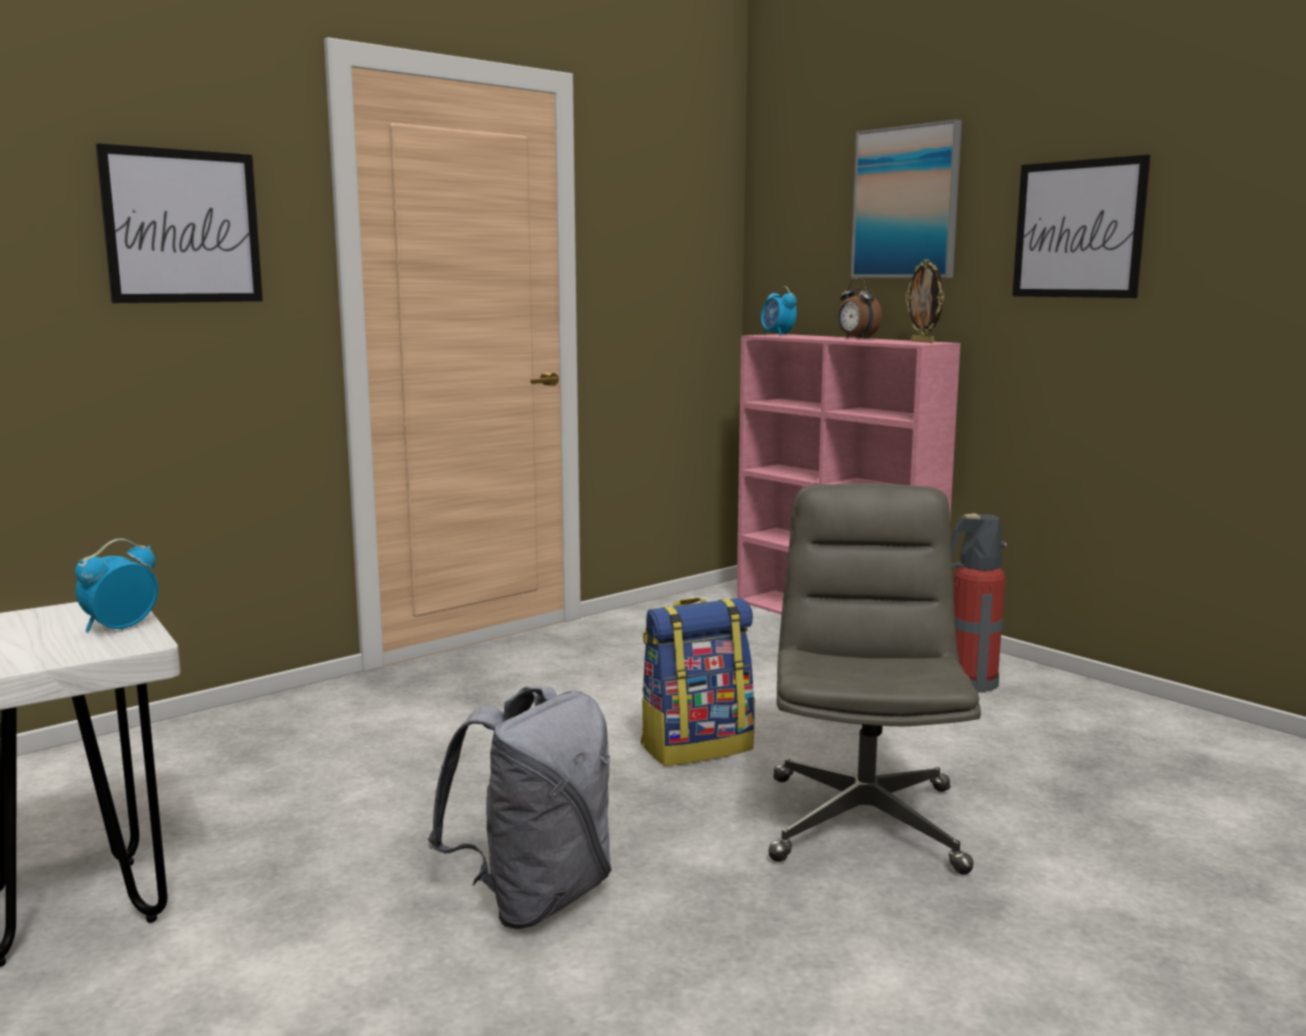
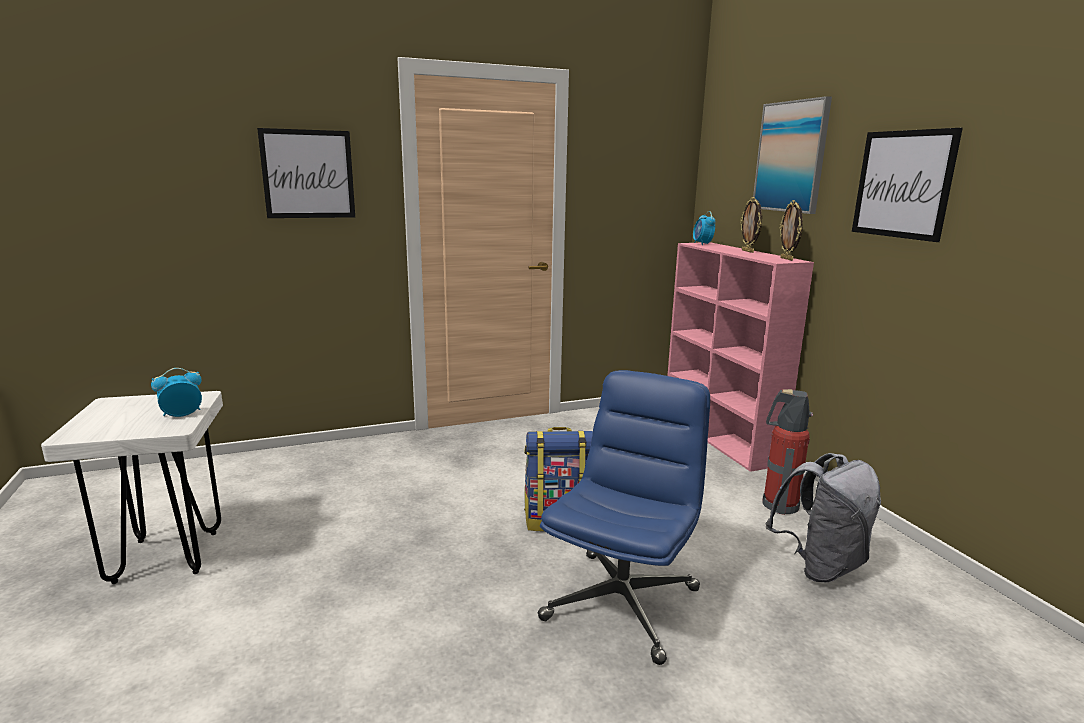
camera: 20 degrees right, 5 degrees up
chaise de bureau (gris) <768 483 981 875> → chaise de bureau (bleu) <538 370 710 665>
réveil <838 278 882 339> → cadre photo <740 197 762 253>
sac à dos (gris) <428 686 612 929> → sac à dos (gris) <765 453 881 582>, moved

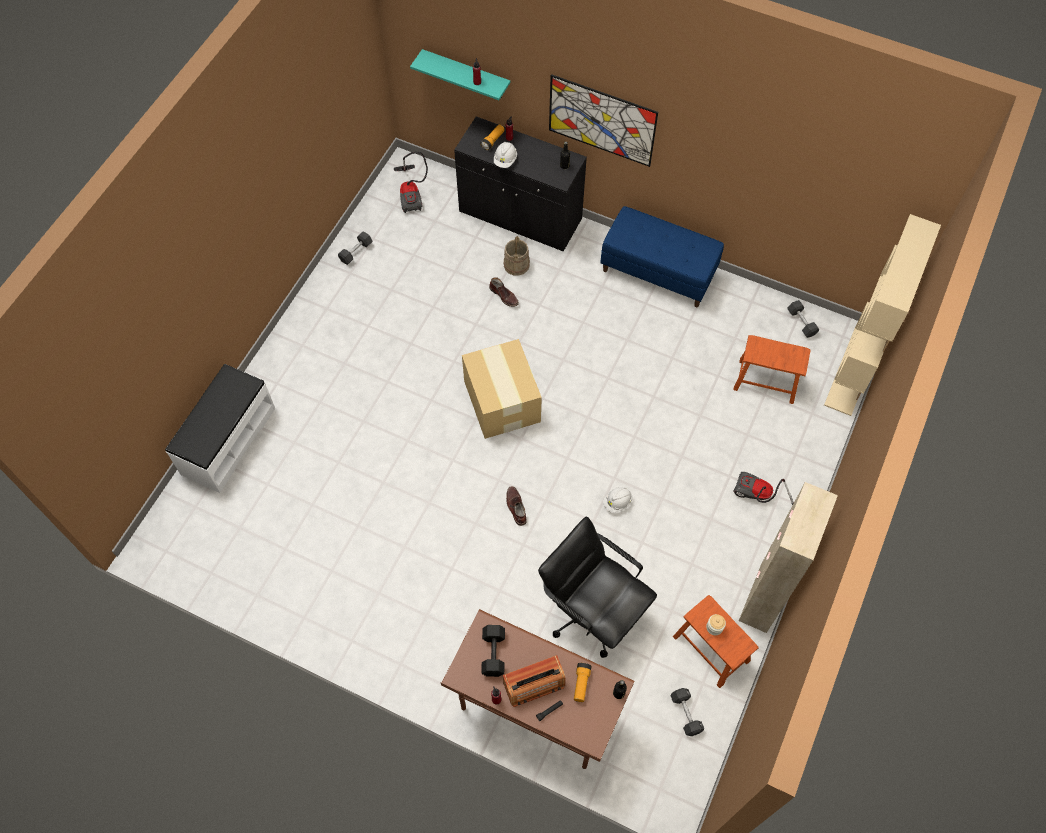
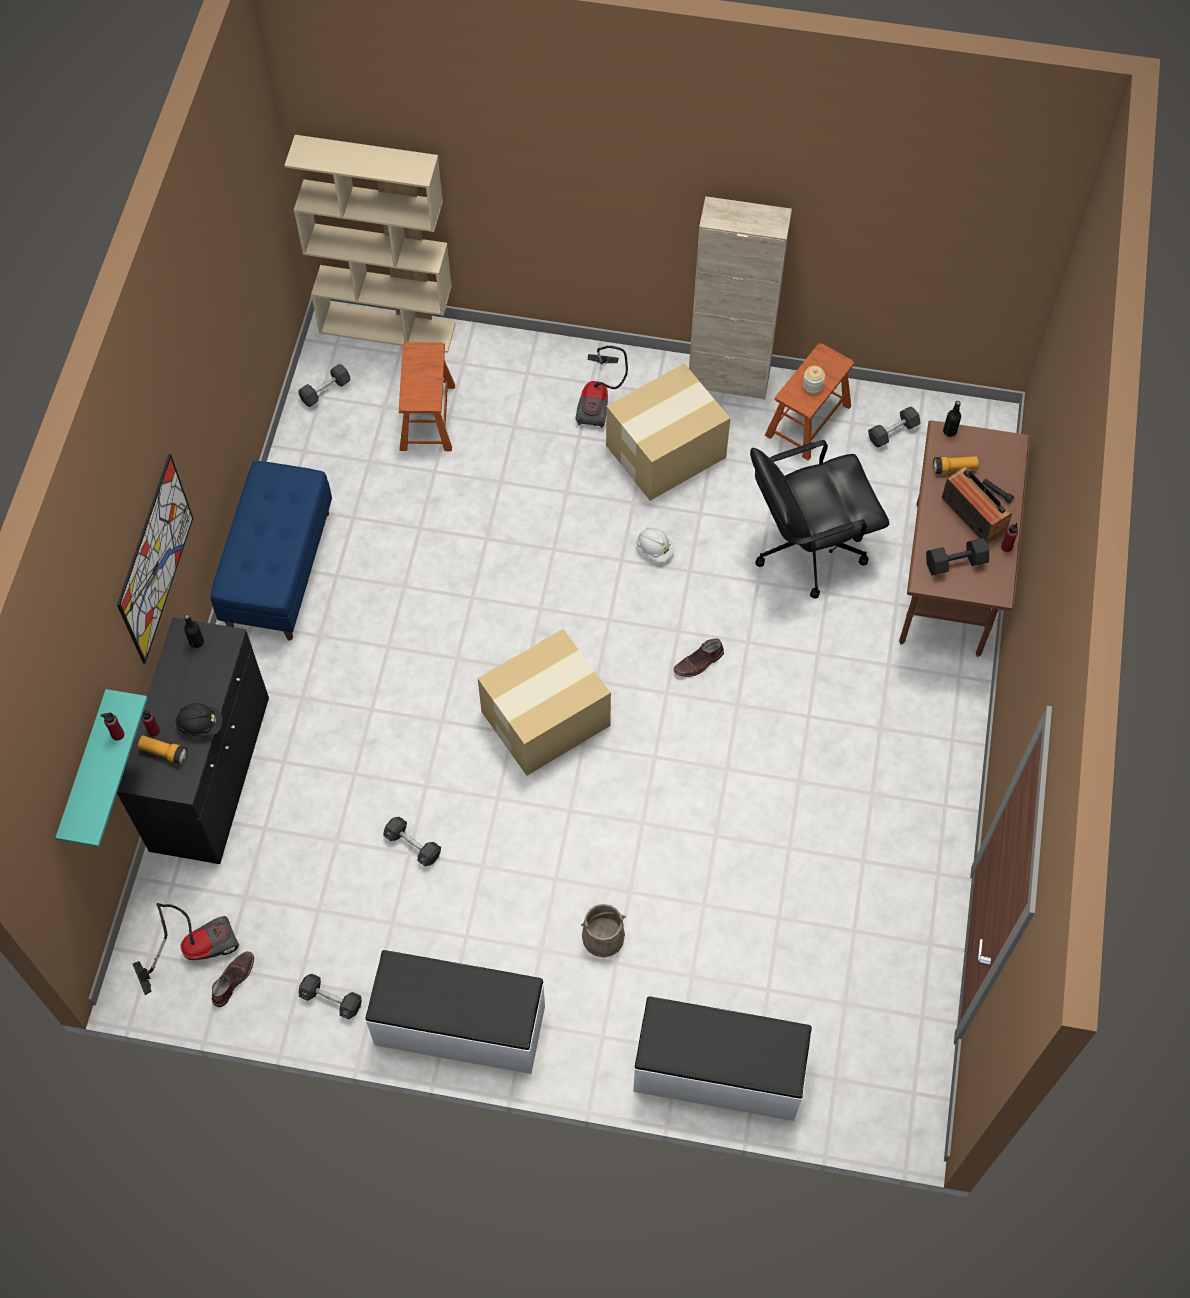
camera: 105 degrees left, 0 degrees up
casque de chantier (blanc) <494 142 517 168> → casque de chantier (noir) <175 703 223 738>
botte (marron) <489 277 519 307> → botte (marron) <212 951 254 1007>, moved
- → banc (blanc) <365 950 545 1074>
- → haltère (noir) <383 817 441 866>
seau (beige) <504 236 530 276> → seau (beige) <581 904 626 958>, moved
- → carton <606 363 730 501>
chaise de bureau (noir) <538 516 657 658> → chaise de bureau (noir) <750 440 889 598>, 45 degrees clockwise

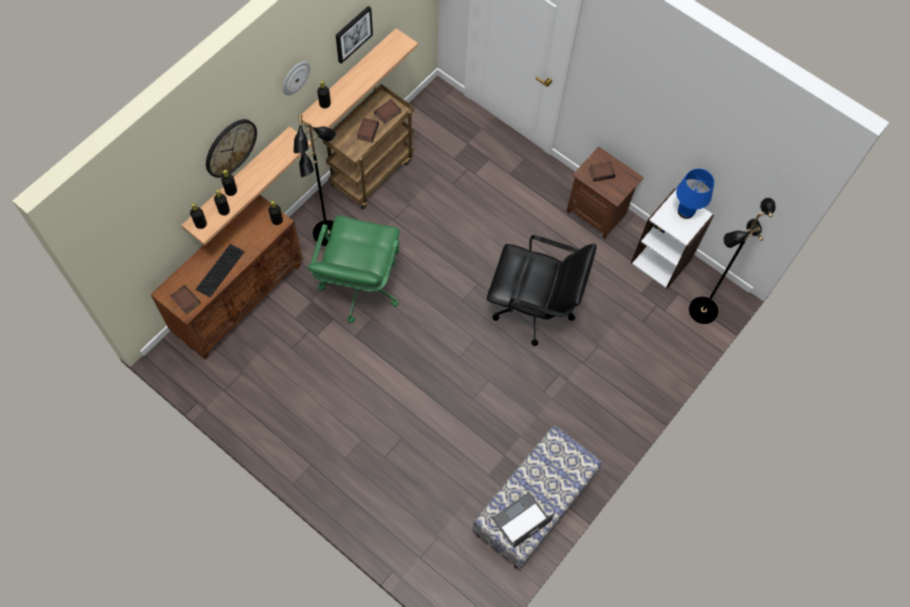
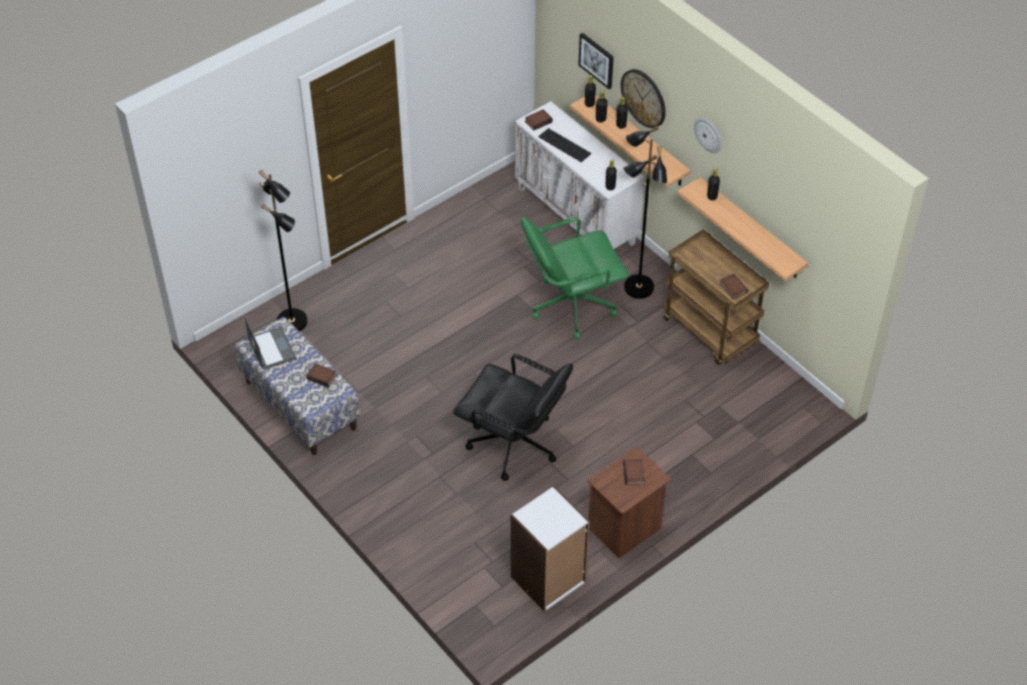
camera: 105 degrees right, 15 degrees down
lampadaire (noir) <689 198 776 324> → lampadaire (noir) <259 170 308 331>, moved
livre <357 118 379 142> → livre <306 363 337 387>, moved
chaise de bureau (noir) <487 235 596 346> → chaise de bureau (noir) <453 354 573 481>, 90 degrees counterclockwise
meuble de rangement (marron) <150 194 302 360> → meuble de rangement (blanc) <515 101 644 249>
chaise de bureau (vert) <308 215 400 323> → chaise de bureau (vert) <521 217 629 339>, 45 degrees counterclockwise
tableau <336 6 373 64> → tableau <578 33 614 89>, moved
lampe de table (bleu) <676 169 714 219> → -

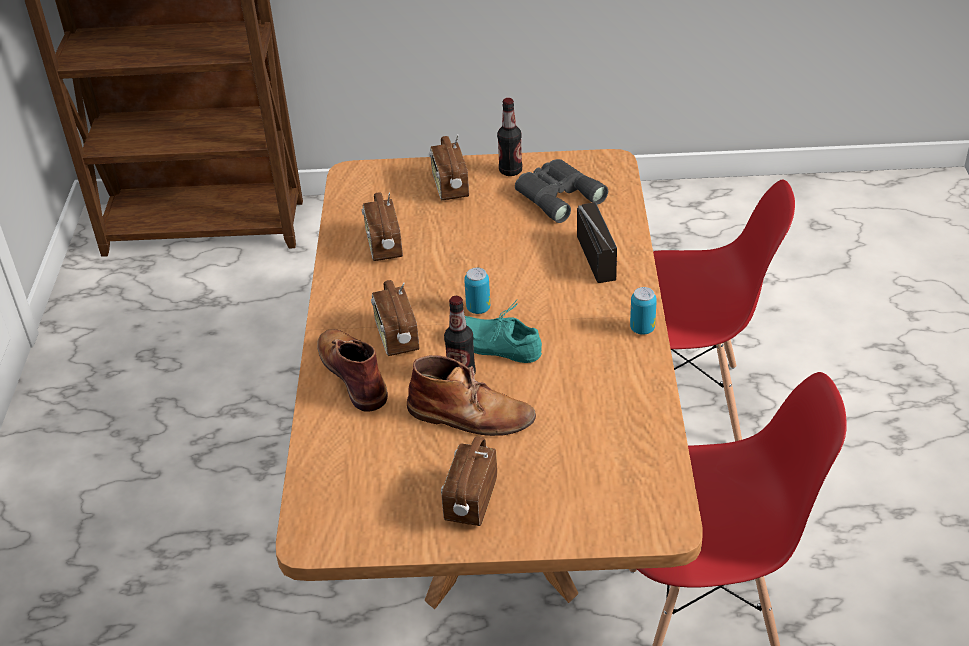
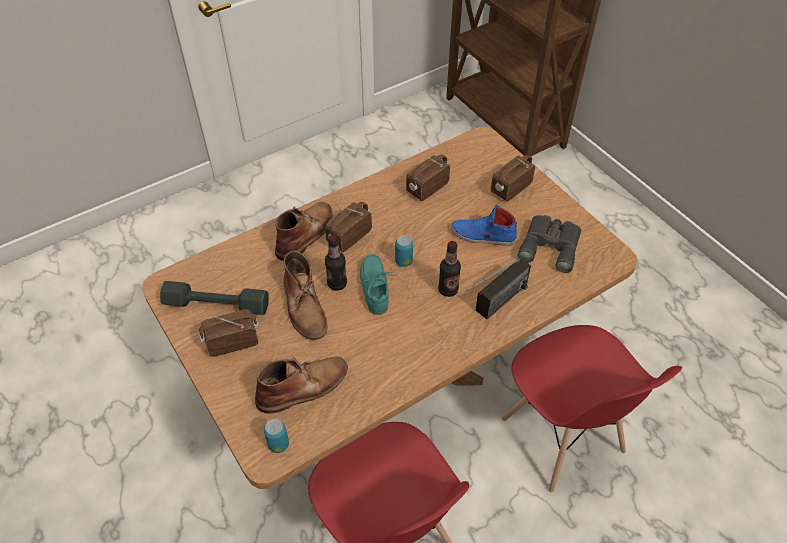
camera: 55 degrees right, 10 degrees up
- → haltère (gris) <160 281 269 315>
- → botte (marron) <255 357 348 414>
boîte métallique <630 287 657 335> → boîte métallique <264 418 289 453>, moved
bouteille <497 98 522 176> → bouteille <438 241 461 297>, moved
- → chaussure (bleu) <451 205 517 246>

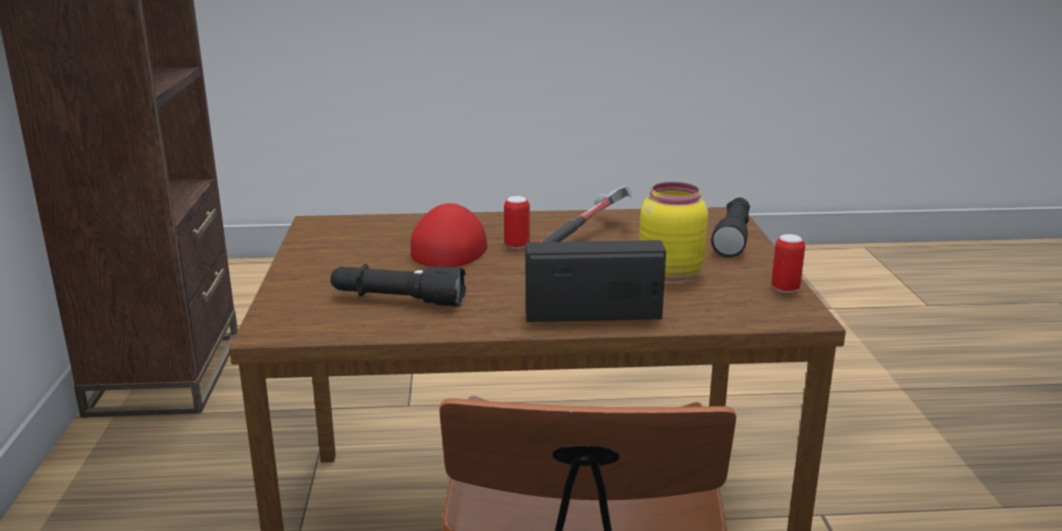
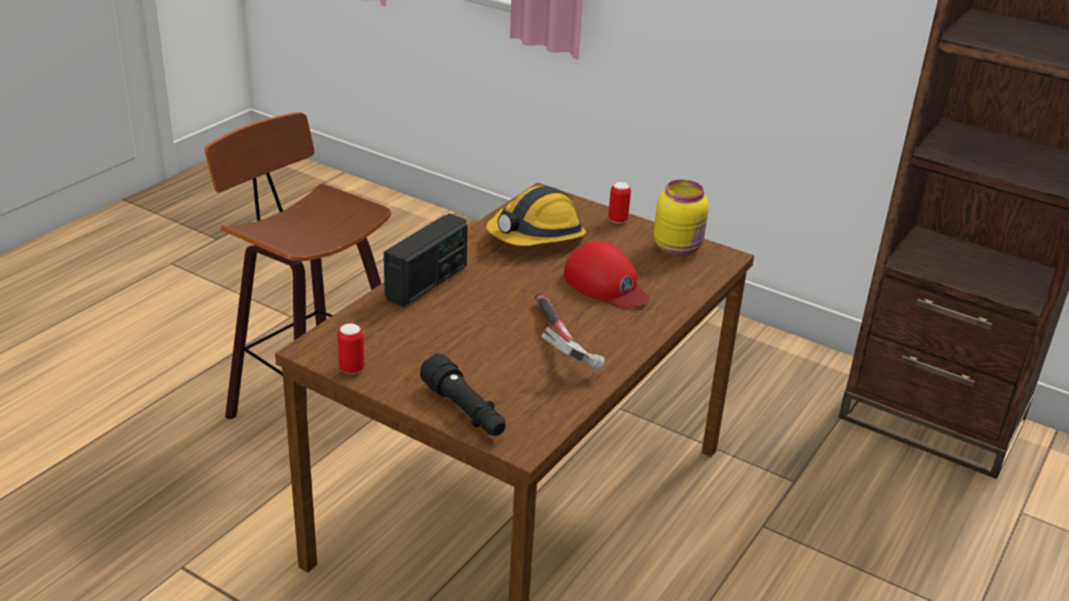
camera: 125 degrees right, 10 degrees up
lampe de poche (noir) <331 264 466 307> → casque de chantier <486 186 586 246>
boîte métallique <504 196 530 249> → boîte métallique <608 182 631 224>, moved
bocal (jaune) <639 182 708 281> → bocal (jaune) <654 179 709 256>, moved

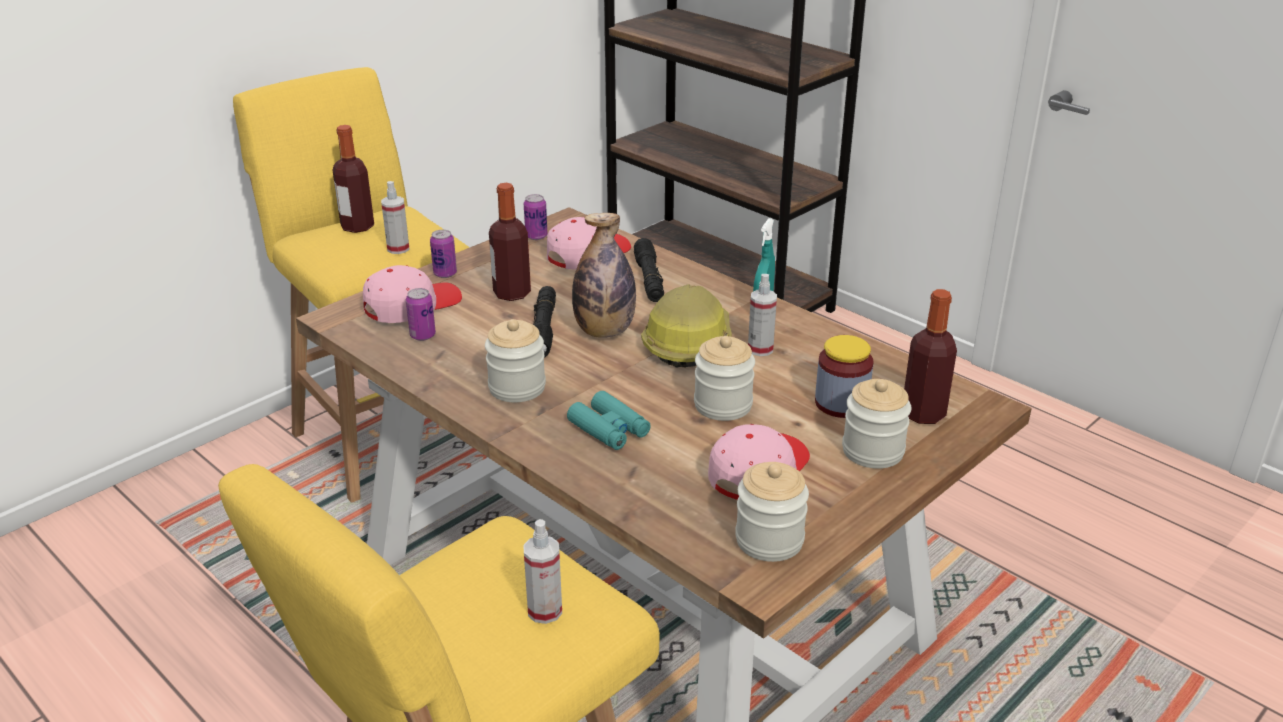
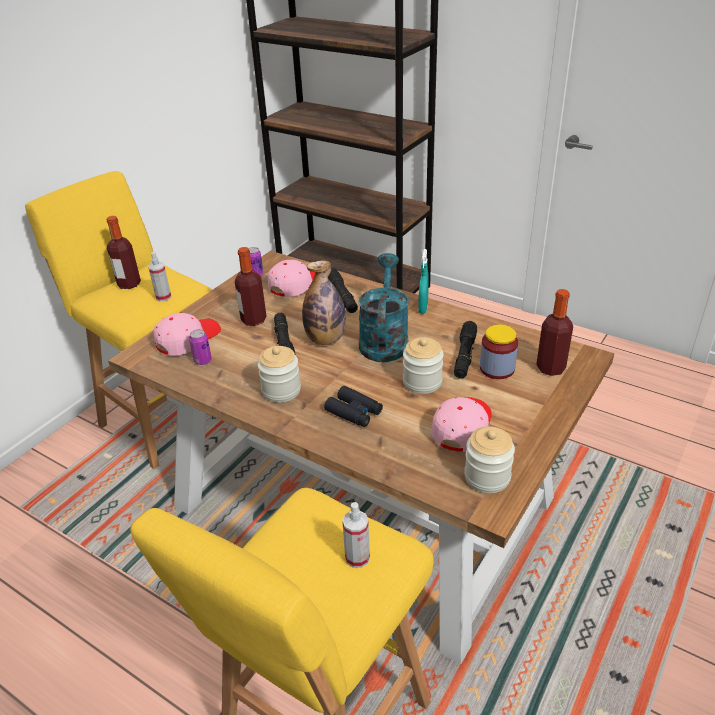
camera: 10 degrees left, 5 degrees up
jumelles (turquoise) <567 391 651 450> → jumelles (noir) <324 386 383 427>
casque de chantier <641 284 732 368> → arrosoir (turquoise) <358 253 409 362>
- → lampe de poche (noir) <454 321 477 379>
boîte métallique <430 230 457 278> → -
vaporisateur <748 274 777 356> → -
bocal <842 379 911 469> → -

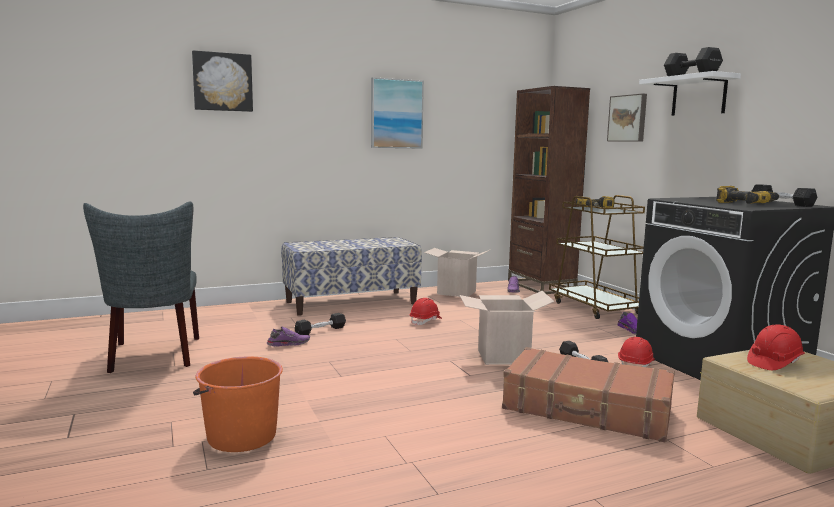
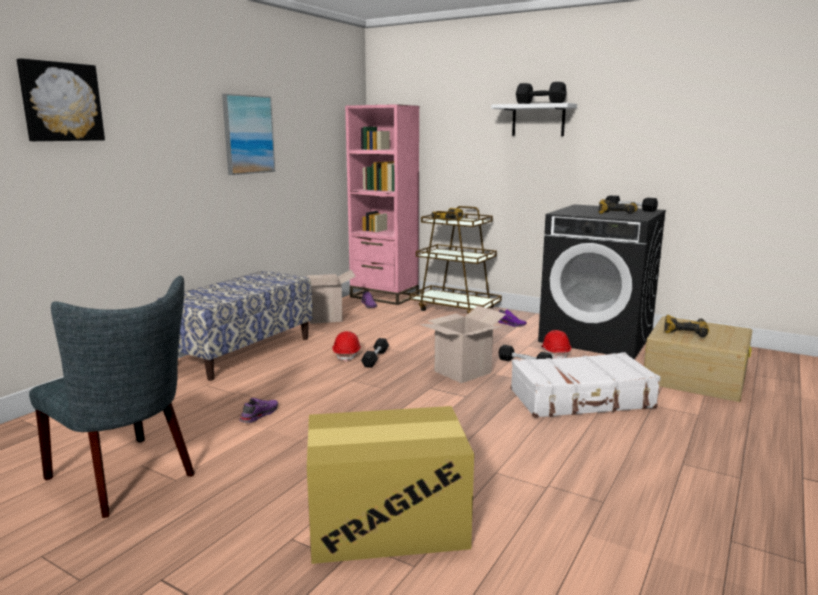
camera: 35 degrees left, 5 degrees up
seau (orange) <193 356 283 452> → carton <307 406 474 564>
bibliothèque (marron) <508 86 590 294> → bibliothèque (rose) <345 104 420 305>
haltère (noir) <294 313 346 335> → haltère (noir) <361 338 389 368>, moved
valise (marron) <502 347 675 442> → valise (blanc) <511 352 661 418>
casque de chantier (rouge) <747 324 805 370> → perceuse <664 315 709 337>
tableau <607 93 647 142> → -

